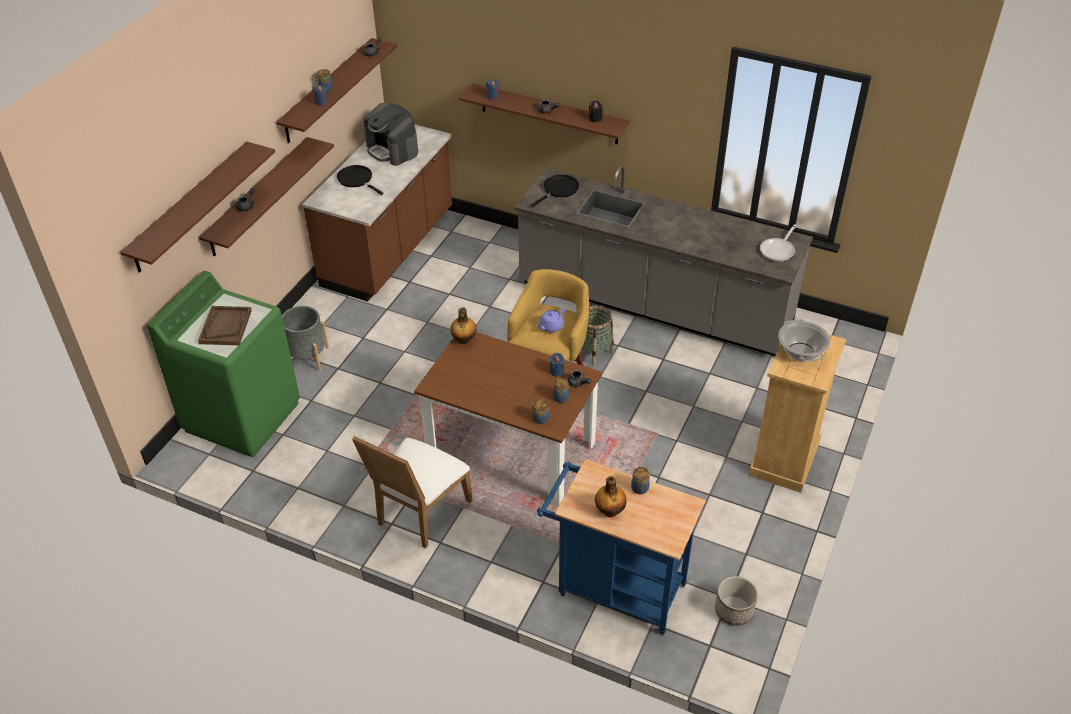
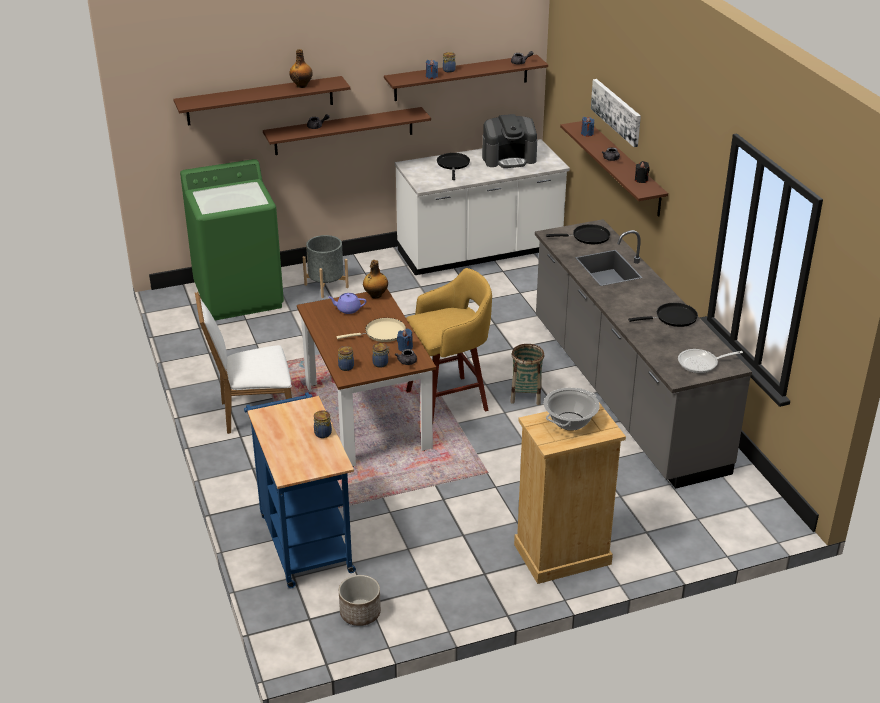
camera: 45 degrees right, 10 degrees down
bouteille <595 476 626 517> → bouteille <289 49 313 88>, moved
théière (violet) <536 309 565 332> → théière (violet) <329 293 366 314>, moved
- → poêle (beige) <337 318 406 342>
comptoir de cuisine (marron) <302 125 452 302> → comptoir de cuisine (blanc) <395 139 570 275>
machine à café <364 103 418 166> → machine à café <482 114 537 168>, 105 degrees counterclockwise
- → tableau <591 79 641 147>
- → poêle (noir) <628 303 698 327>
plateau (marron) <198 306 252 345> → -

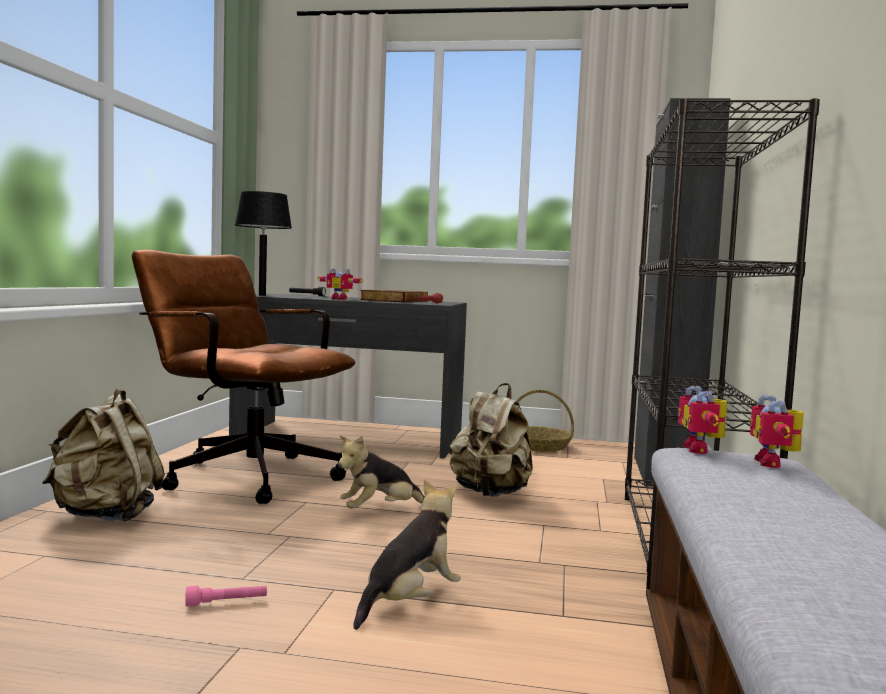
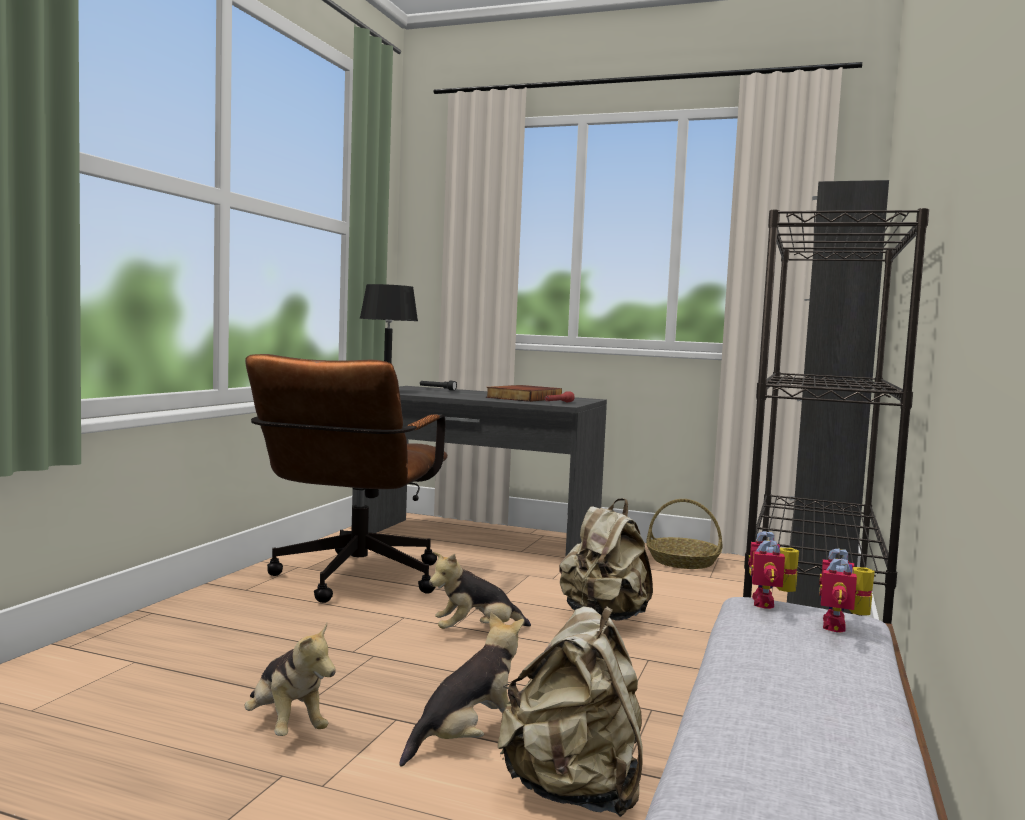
camera: 10 degrees right, 0 degrees up
lampe de poche (rose) <185 586 267 607> → peluche <244 623 336 736>
chaise de bureau (marron) <132 250 355 504> → chaise de bureau (marron) <245 354 447 603>, 120 degrees counterclockwise
sac à dos (beige) <42 388 165 522> → sac à dos (beige) <498 606 643 817>, moved
robot jouet <317 269 363 300> → -

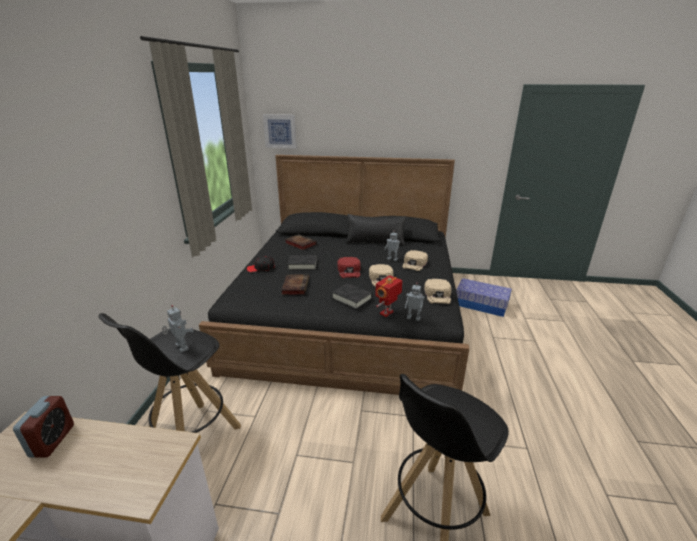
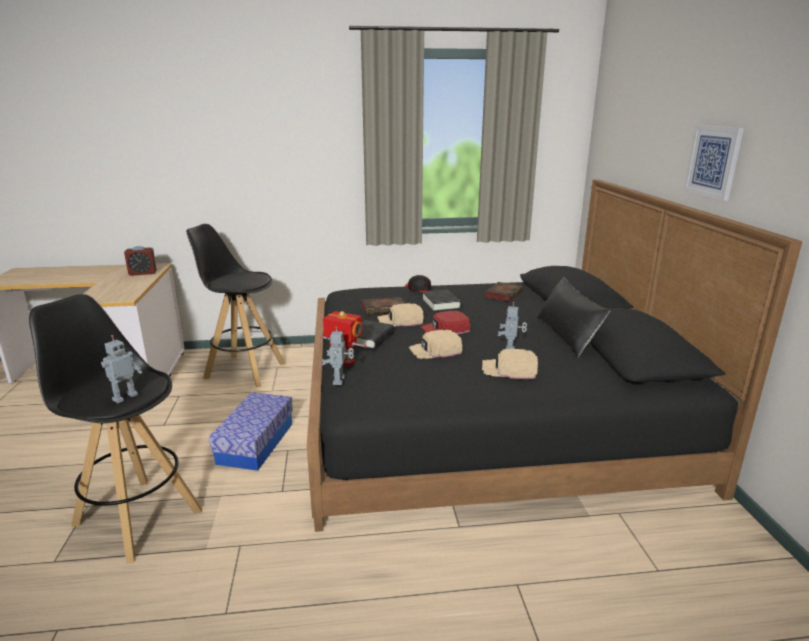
camera: 75 degrees right, 5 degrees down
robot jouet <162 305 194 353> → robot jouet <101 335 142 404>, moved
boîte de rangement <456 278 512 317> → boîte de rangement <209 392 293 471>, moved
casquette (beige) <424 279 451 304> → casquette (beige) <378 303 424 326>, moved
tableau <263 114 296 149> → tableau <684 125 744 200>, moved

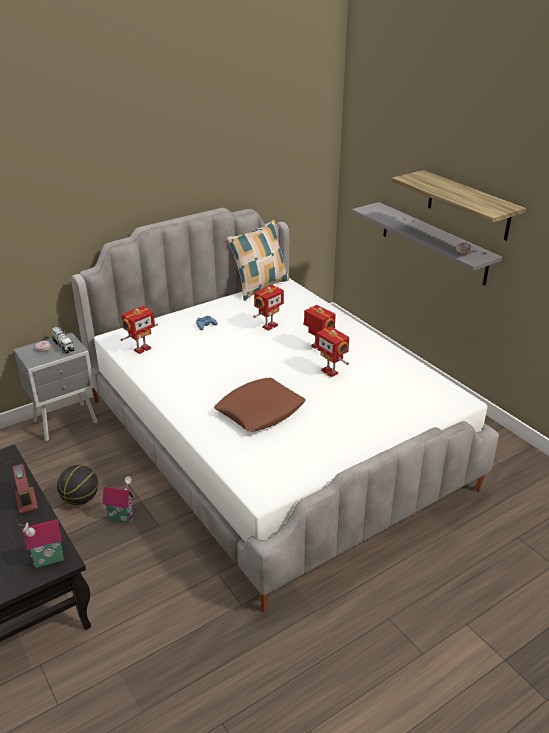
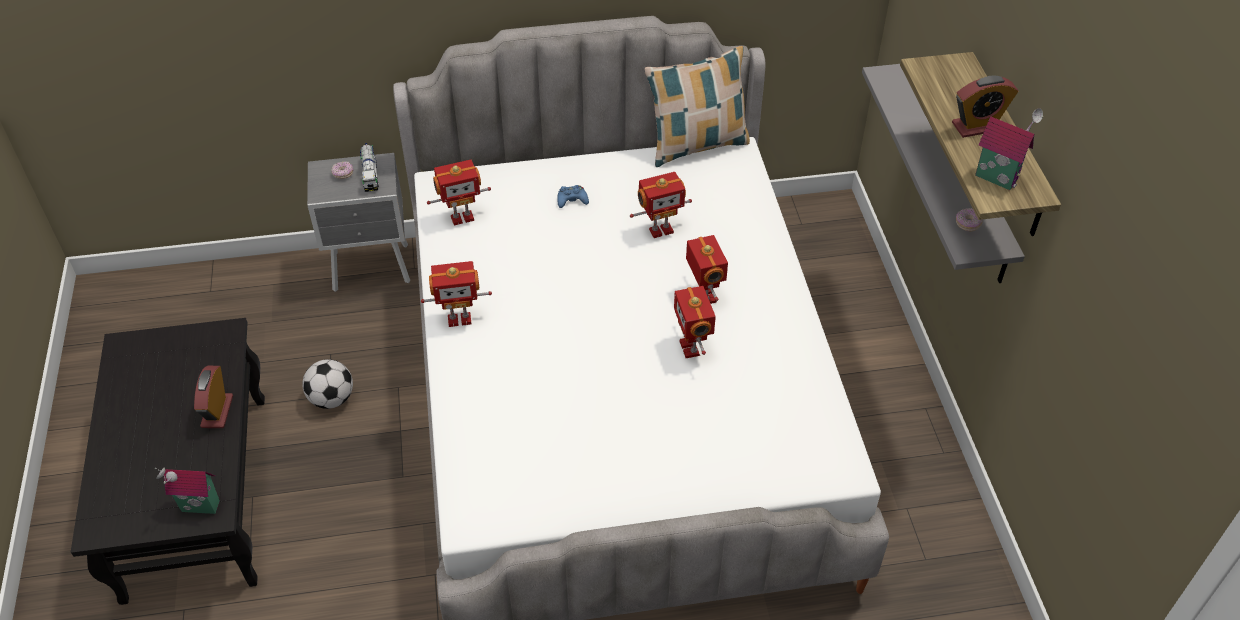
camera: 25 degrees right, 15 degrees up
ballon de basket <57 465 98 505> → ballon de foot <302 359 353 409>
- → robot jouet <421 261 492 327>
- → réveil <952 76 1019 138>
maison miniature <103 476 133 523> → maison miniature <975 108 1043 190>, moved
coussin (marron) <214 378 305 432> → -

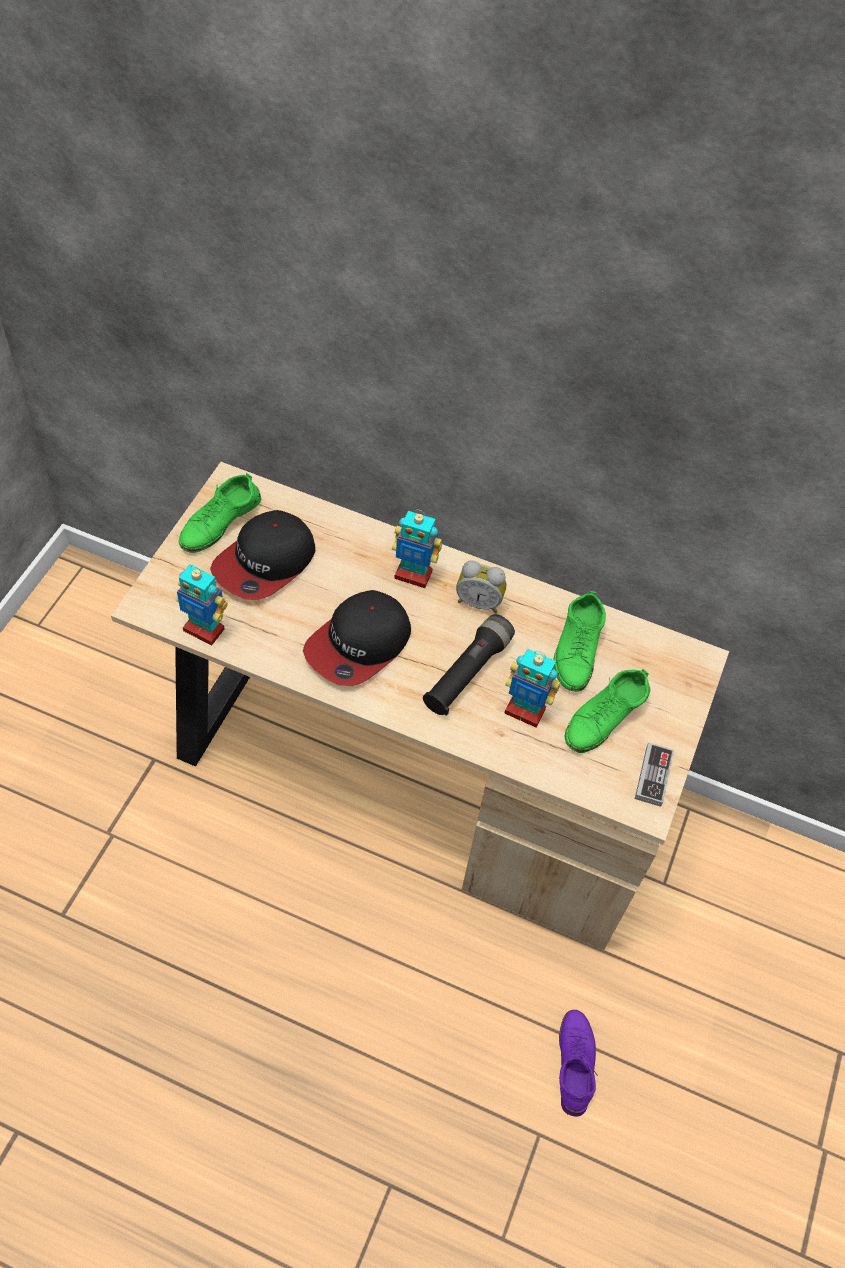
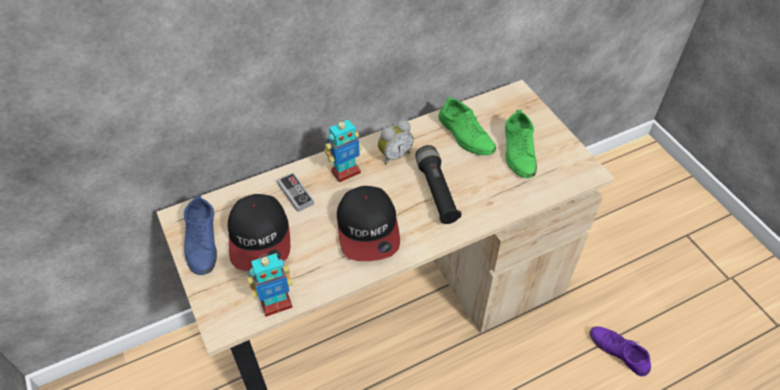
camera: 45 degrees left, 5 degrees down
chaussure (vert) <179 473 261 553> → chaussure (bleu) <182 195 217 275>
manette <635 742 674 807> → manette <277 173 314 212>, moved
robot jouet <504 649 560 727> → -

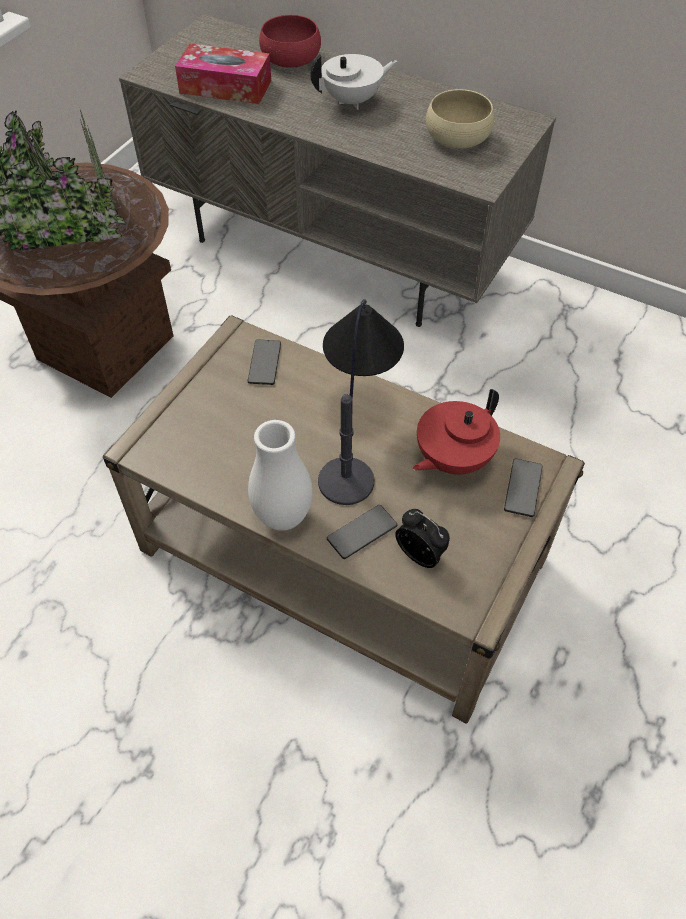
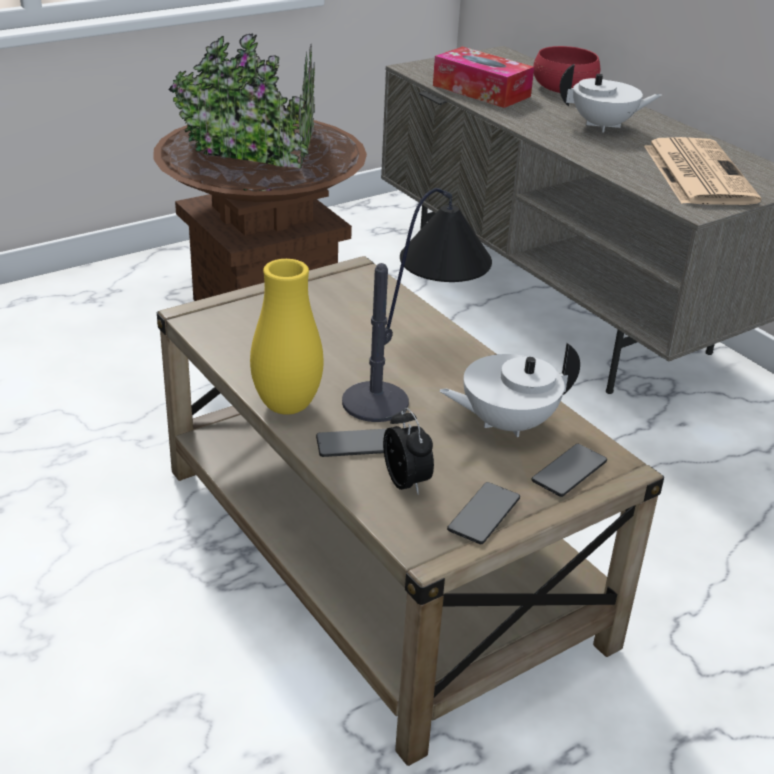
camera: 25 degrees right, 20 degrees down
vase (blanc) <248 420 313 531> → vase (jaune) <250 259 324 415>
théière (rouge) <413 389 500 475> → théière (blanc) <439 343 580 437>
téléphone <248 339 281 385> → téléphone <447 482 520 544>, moved
bol (beige) <426 89 495 149> → journal <644 137 761 205>

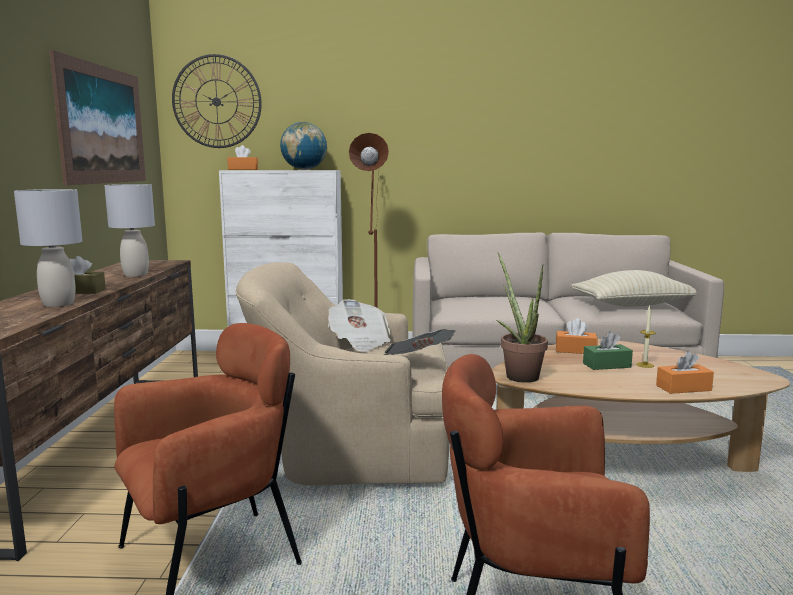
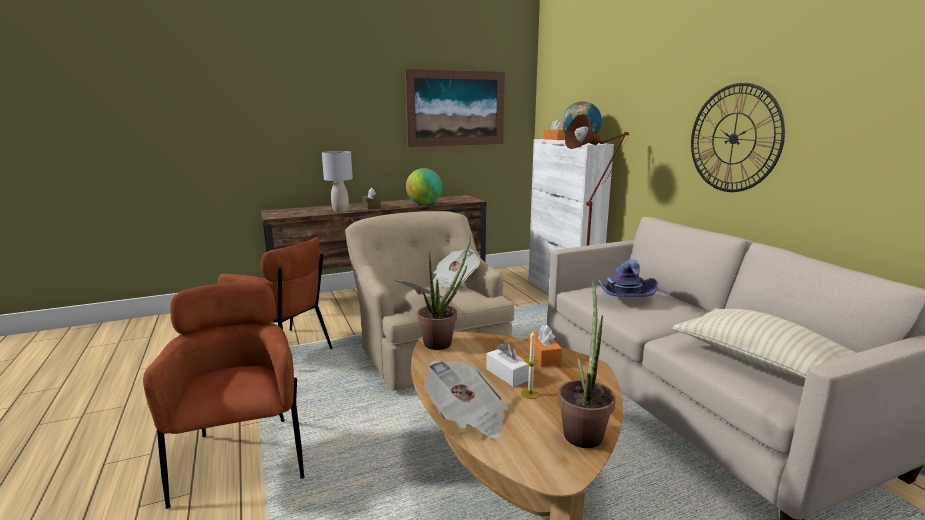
camera: 65 degrees right, 5 degrees up
lampe de table (gris) <104 184 155 277> → globe <406 168 442 205>
boîte à mouchoirs (orange) <656 351 714 394> → journal <424 360 508 439>
boîte à mouchoirs (vert) <583 332 633 370> → boîte à mouchoirs (blanc) <486 342 529 387>
- → plante en pot <558 280 616 448>
- → chapeau (violet) <597 259 658 297>
horloge murale <172 54 262 148> → horloge murale <691 83 785 192>, moved

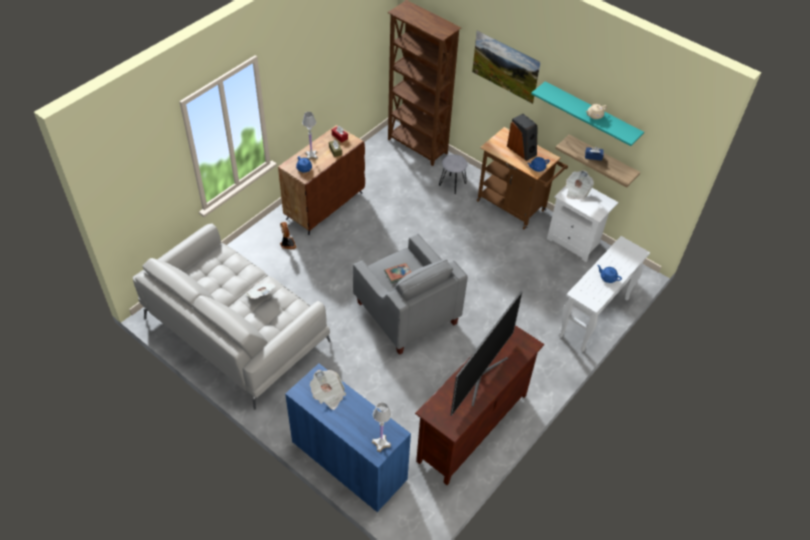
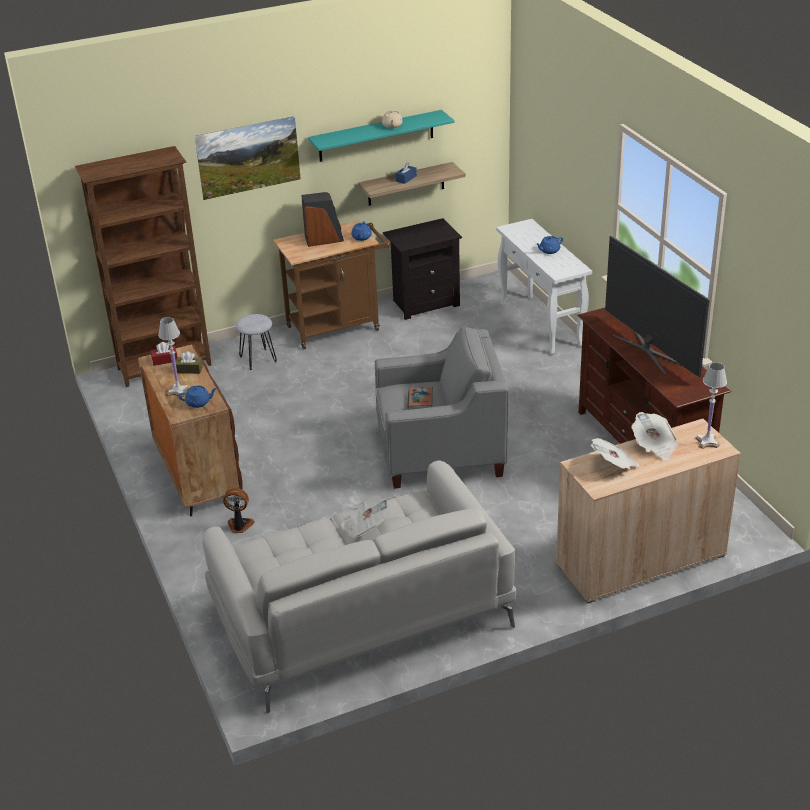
camera: 60 degrees left, 15 degrees down
table de chevet (blanc) <547 185 619 262> → table de chevet (noir) <383 218 462 320>
meuble de rangement (bleu) <285 363 411 512> → meuble de rangement (beige) <556 419 741 603>
journal <565 170 594 200> → journal <631 412 679 460>, moved

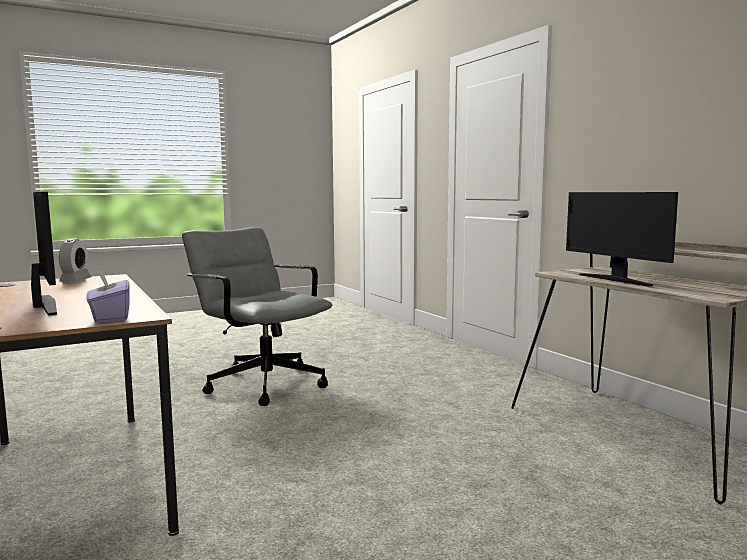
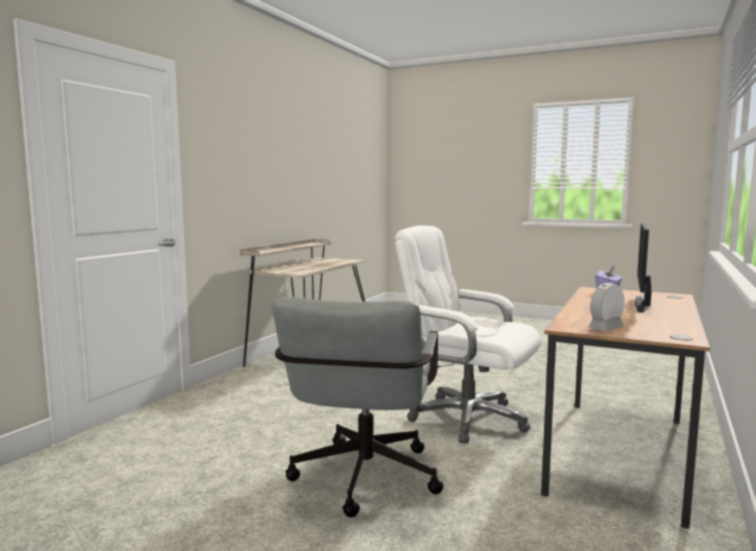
camera: 125 degrees left, 0 degrees up
- → chaise de bureau (blanc) <395 226 541 444>
écran d'ordinateur <566 192 678 287> → -

